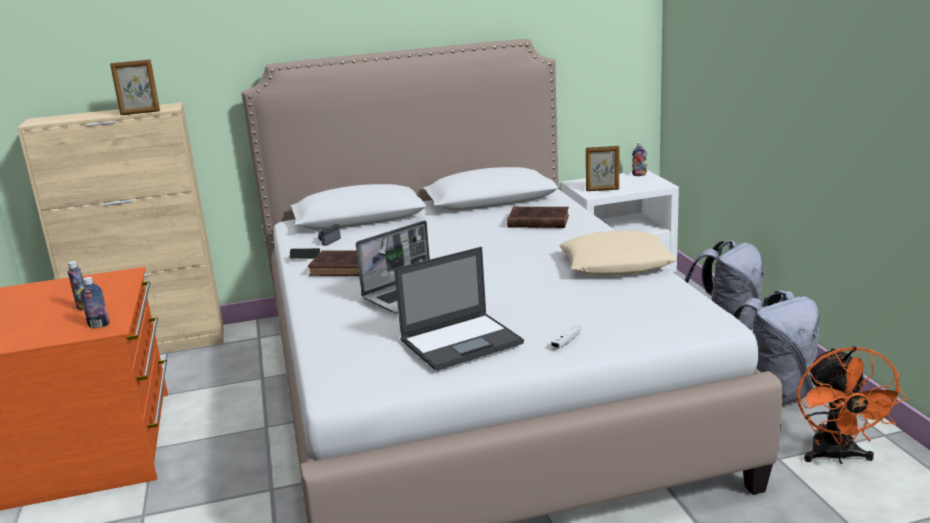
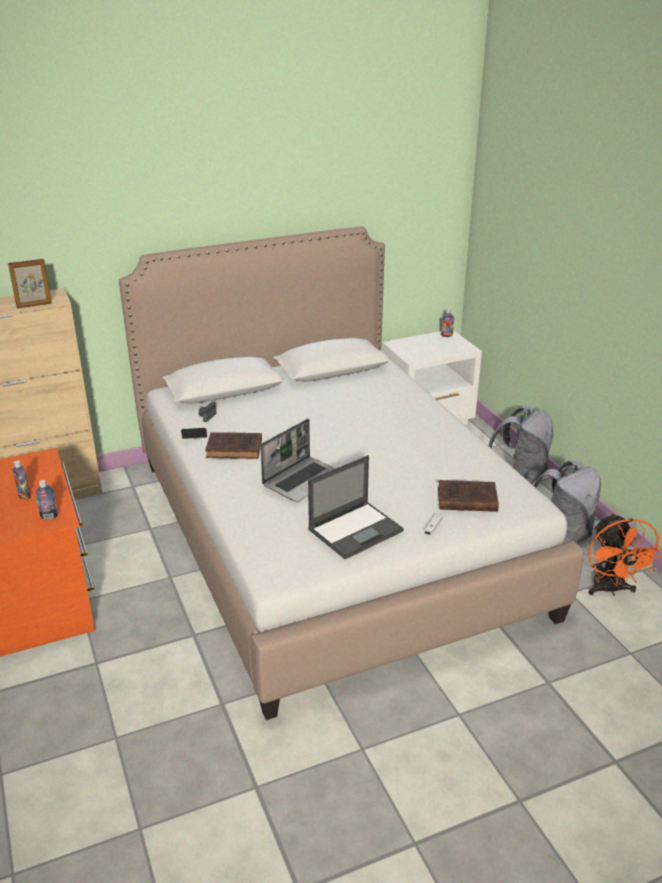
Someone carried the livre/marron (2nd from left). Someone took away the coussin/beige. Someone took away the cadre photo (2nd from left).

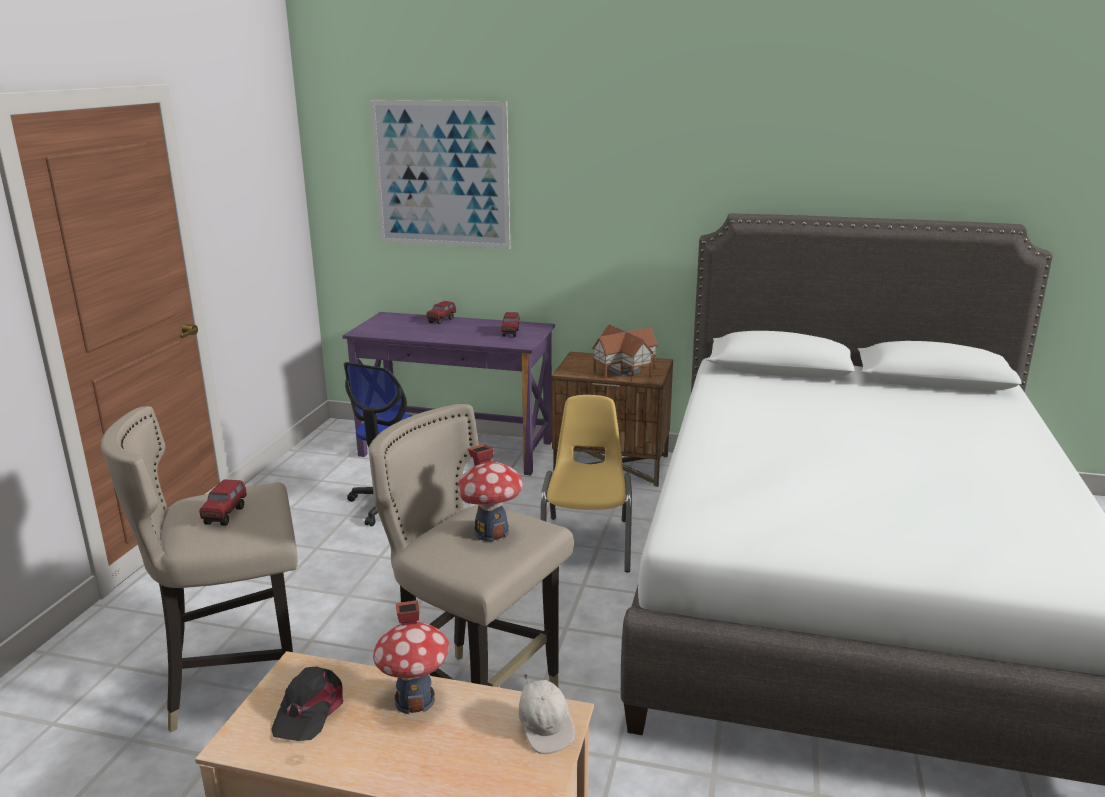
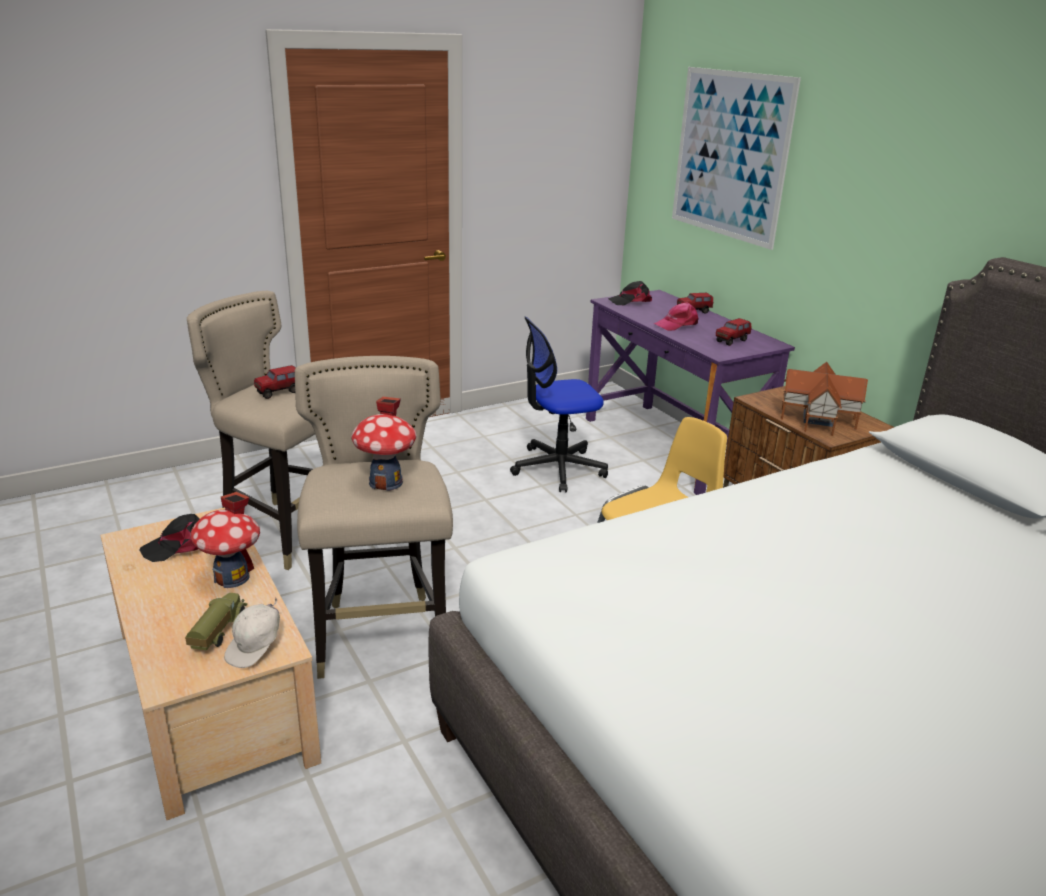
Someone put down the camion jouet (1st from left). Someone put down the casquette/noir (2nd from left). Someone put down the casquette/rose.

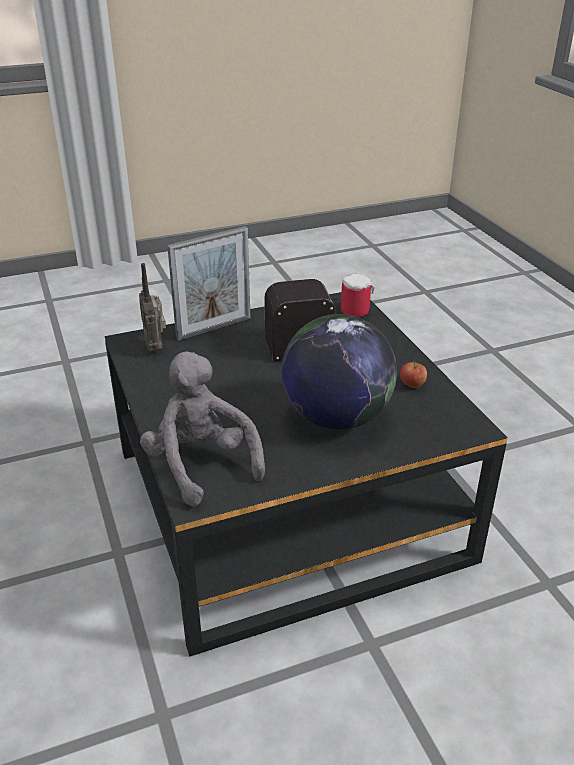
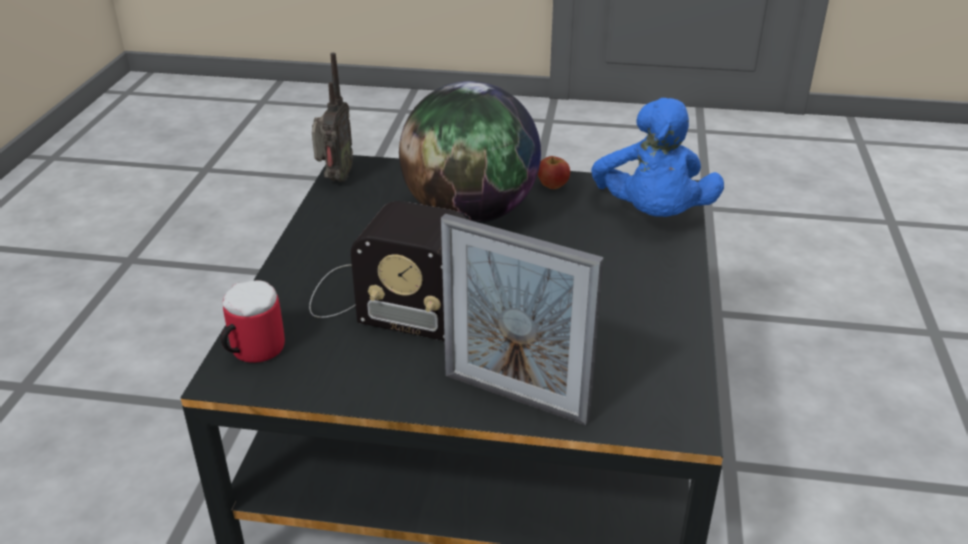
Someone carried the radio (1st from left). Someone repainted the peluche/gris, which became the peluche/bleu. Someone rotated the cadre photo by 150 degrees counterclockwise. Someone carried the pomme.

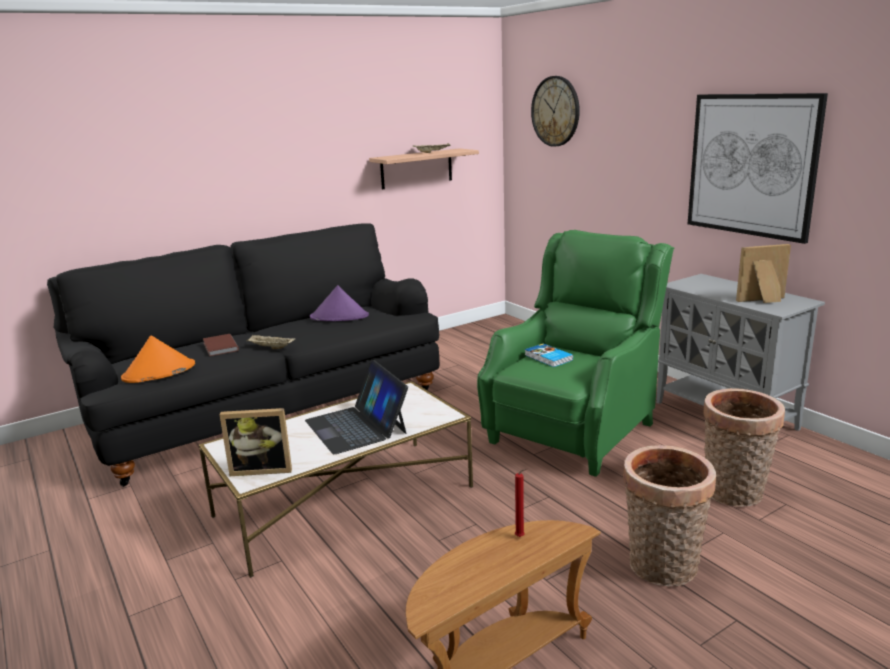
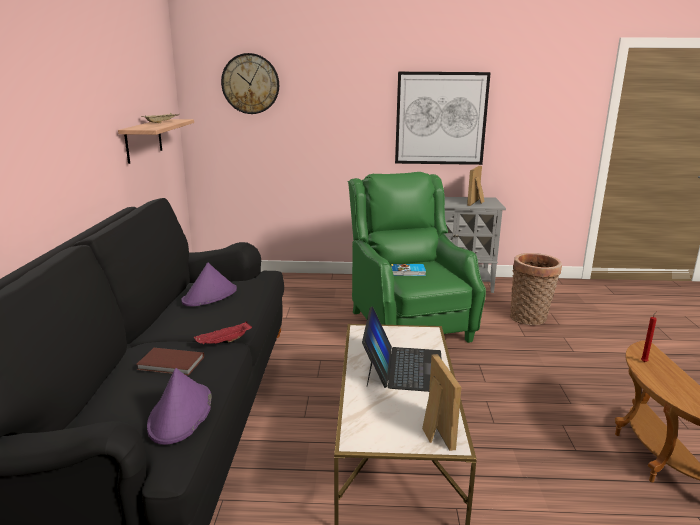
Someone repainted the chapeau/orange, which became the chapeau/violet (1st from left). Someone rotated the cadre photo (1st from left) by 45 degrees counterclockwise. Someone repainted the plateau/beige (1st from left), which became the plateau/rouge. Someone rotated the ordinateur portable by 90 degrees counterclockwise. Someone took away the panier (1st from left).

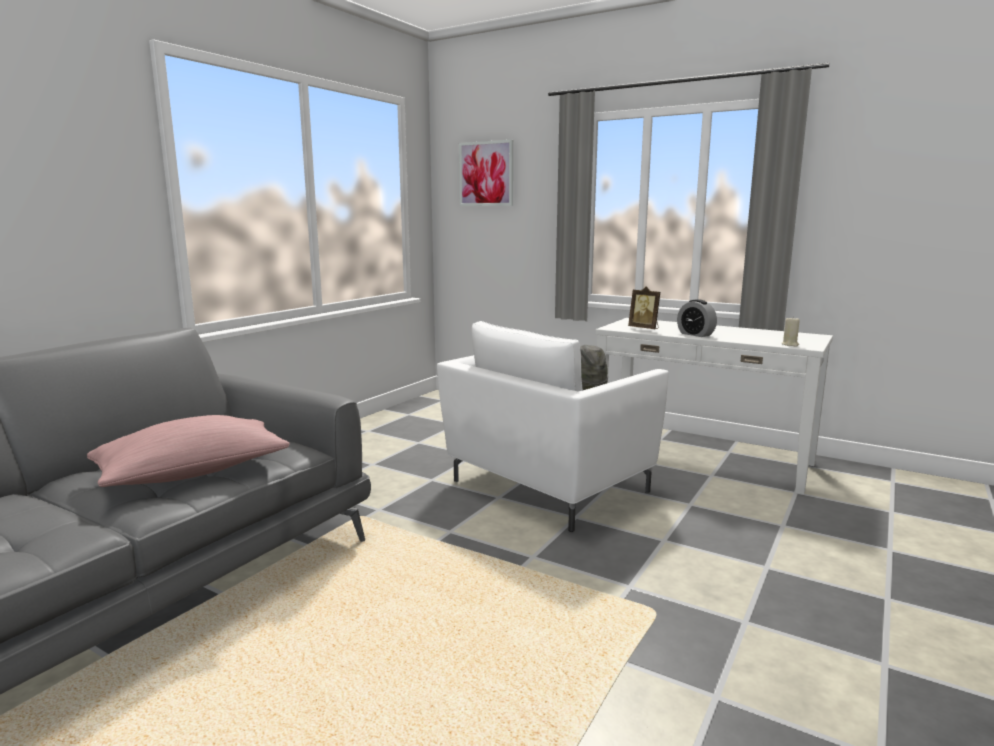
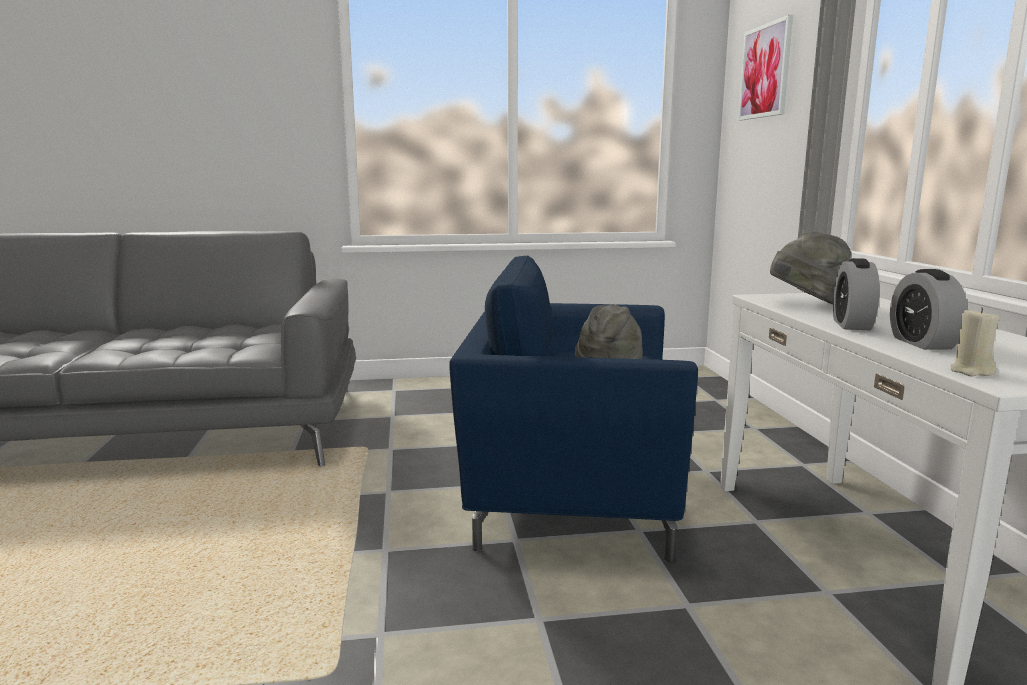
Someone took away the coussin/rose. Someone repainted the fauteuil/blanc, which became the fauteuil/bleu. Someone swapped the cadre photo for the chapeau/gris (2nd from left). Someone put down the réveil (2nd from left).

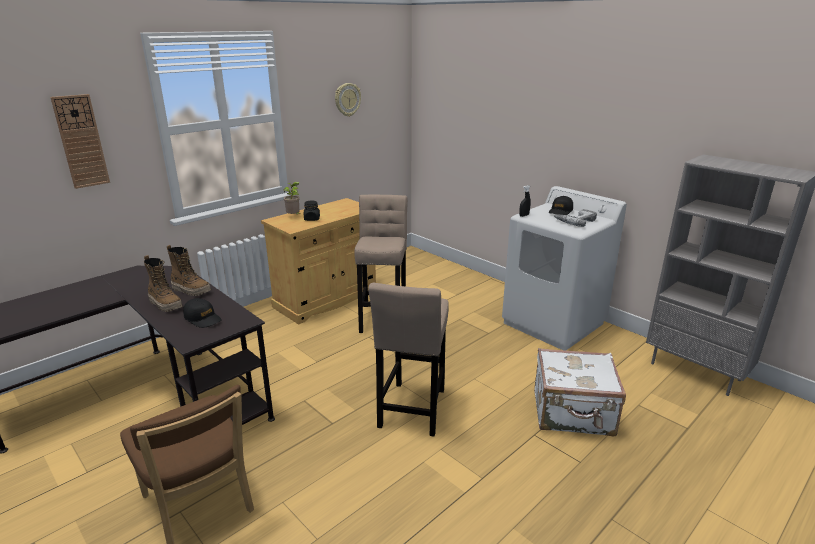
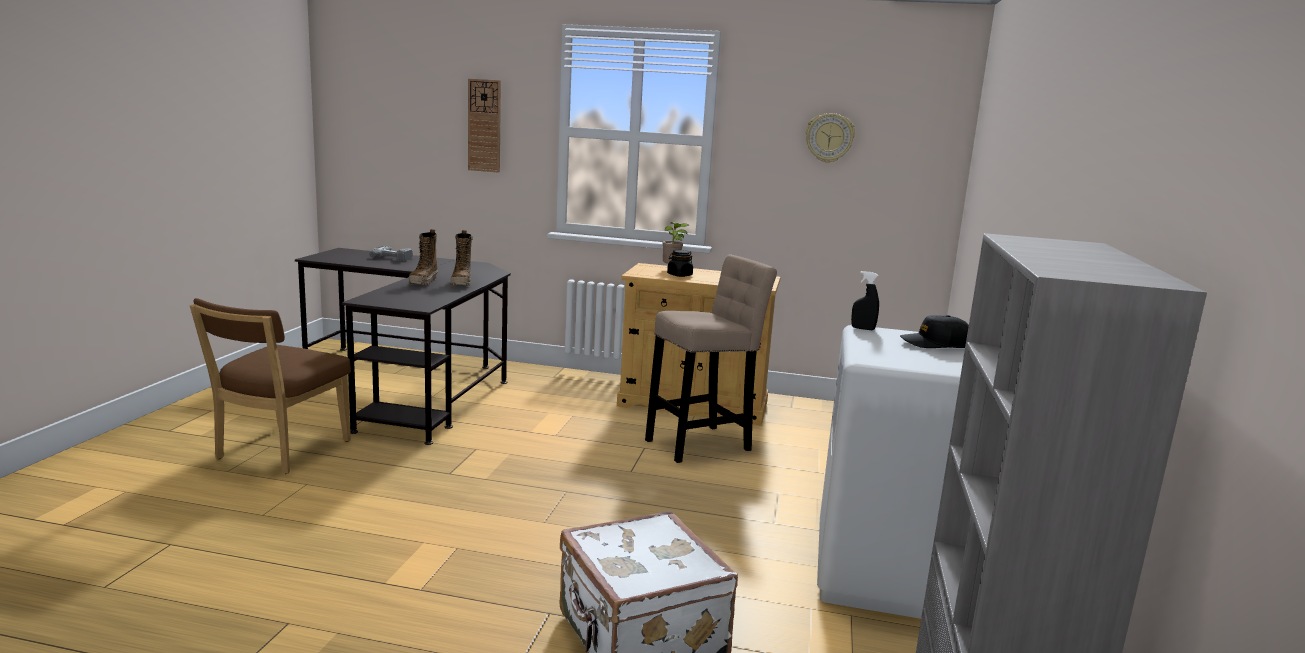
Someone took away the casquette/noir (1st from left). Someone took away the tabouret/beige (2nd from left). Someone carried the perceuse.

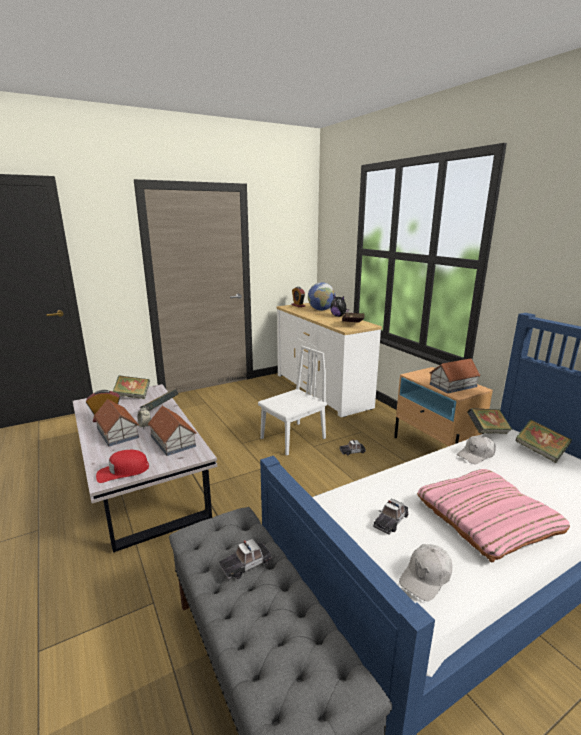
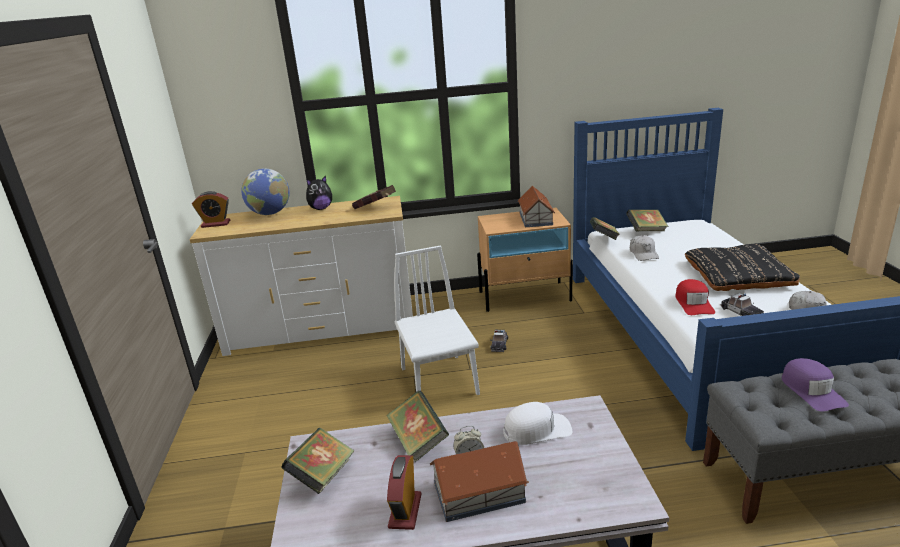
Someone carried the casquette/rouge. Someone swapped the maison miniature (2nd from left) for the casquette/blanc (1st from left). Someone swapped the petite voiture (1st from left) for the casquette/violet. Someone repainted the coussin/rose, which became the coussin/noir.

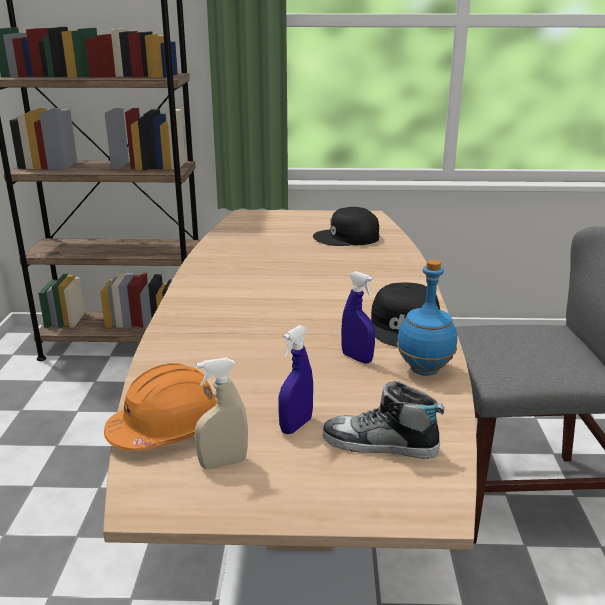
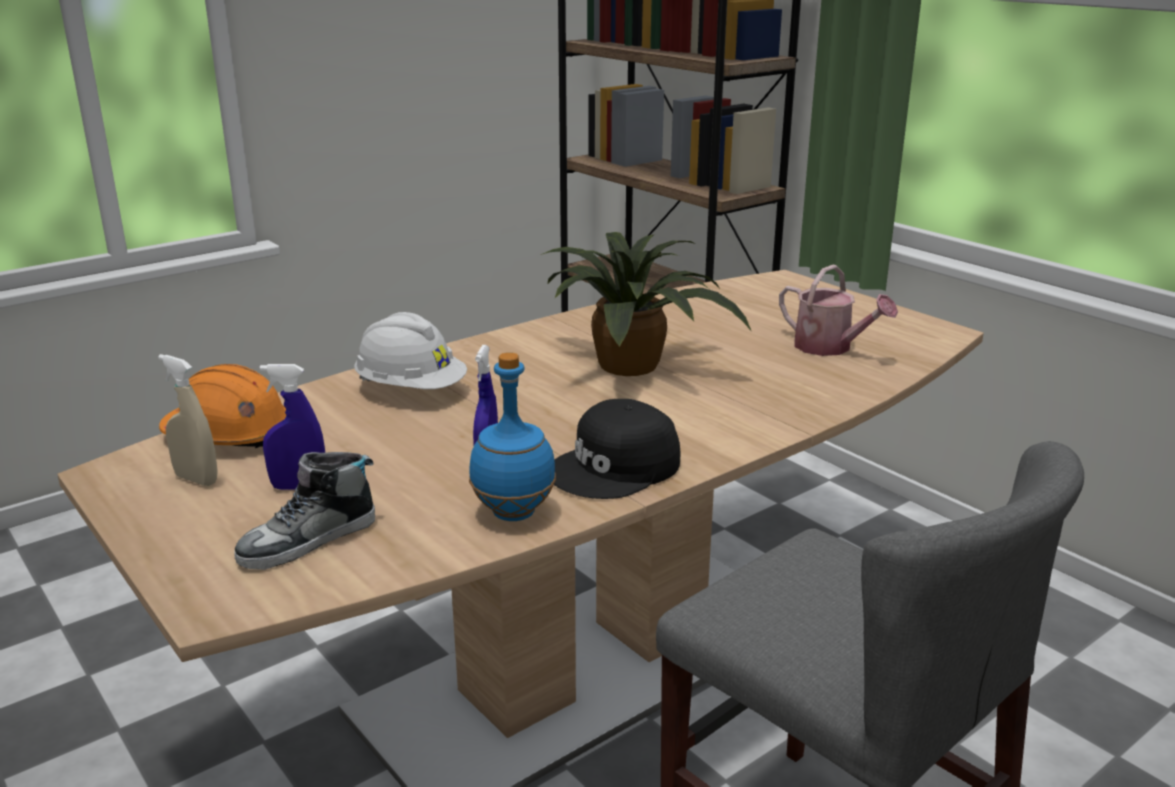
Someone swapped the casquette/noir (1st from left) for the arrosoir. Someone rotated the chaussure by 105 degrees counterclockwise. Someone put down the casque de chantier/blanc. Someone put down the plante en pot.

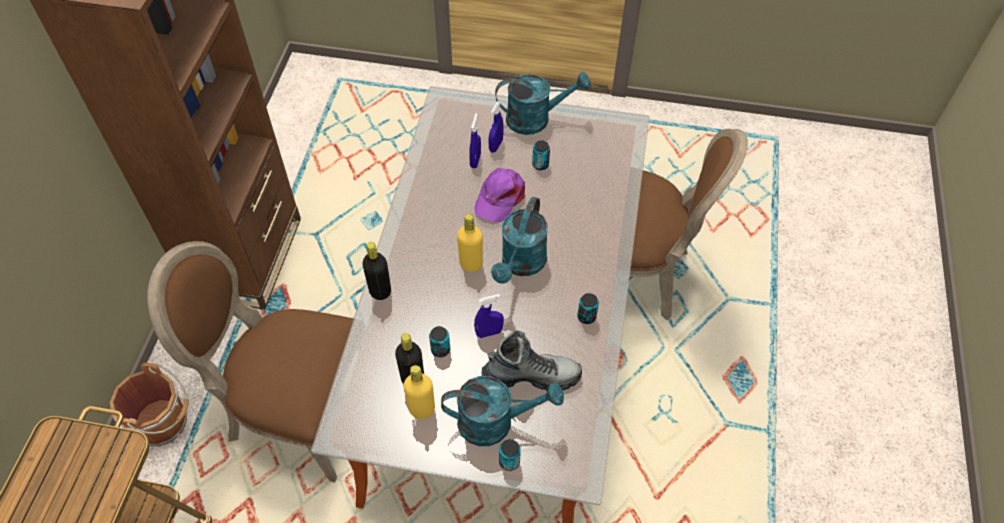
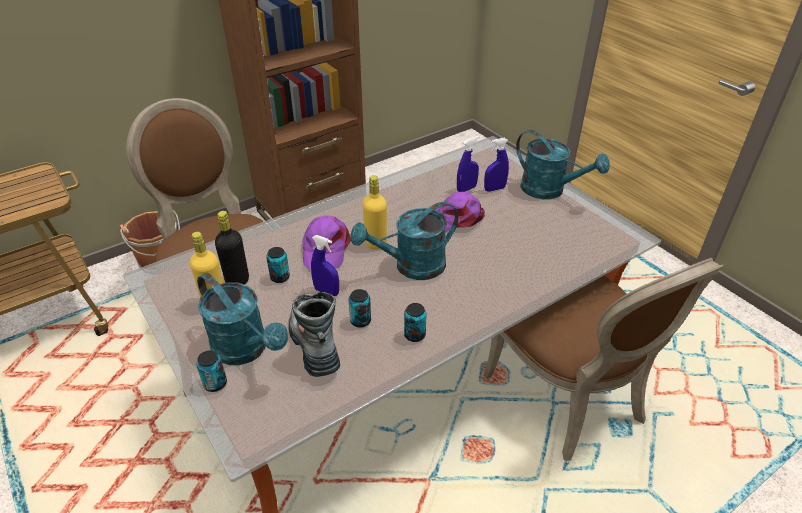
Someone took away the bouteille/noir (1st from left). Someone rotated the botte by 150 degrees counterclockwise. Someone carried the boîte métallique (3rd from left). Someone put down the casquette/violet (1st from left).

